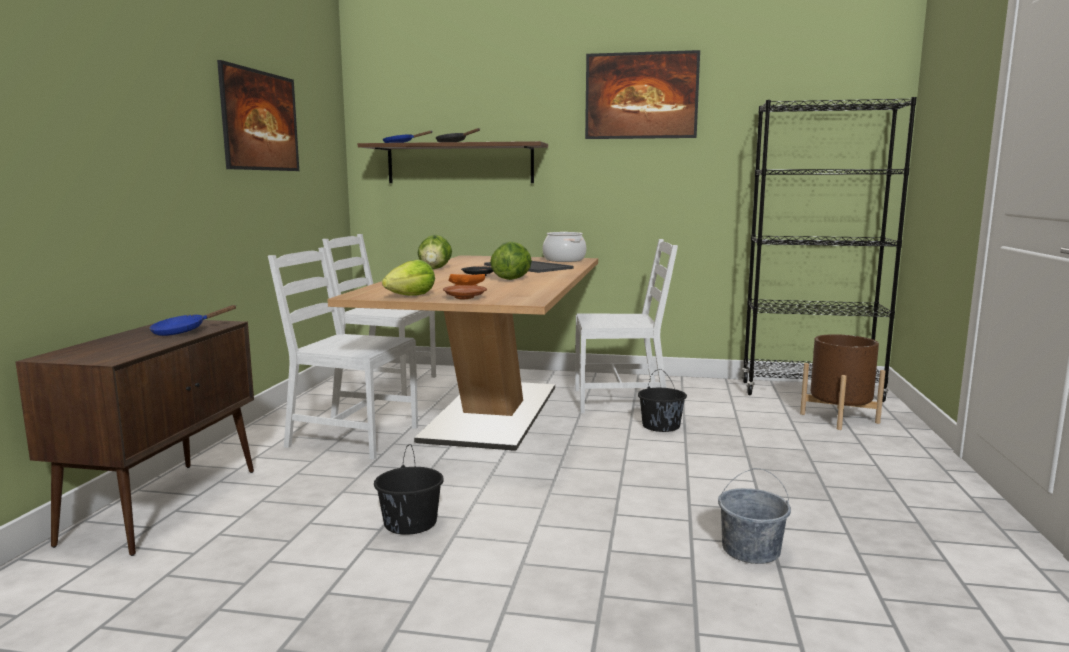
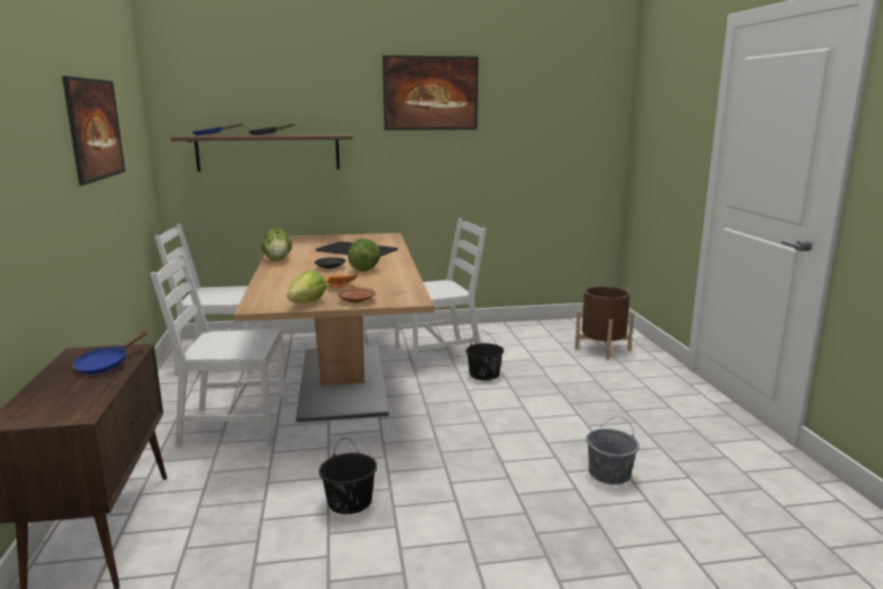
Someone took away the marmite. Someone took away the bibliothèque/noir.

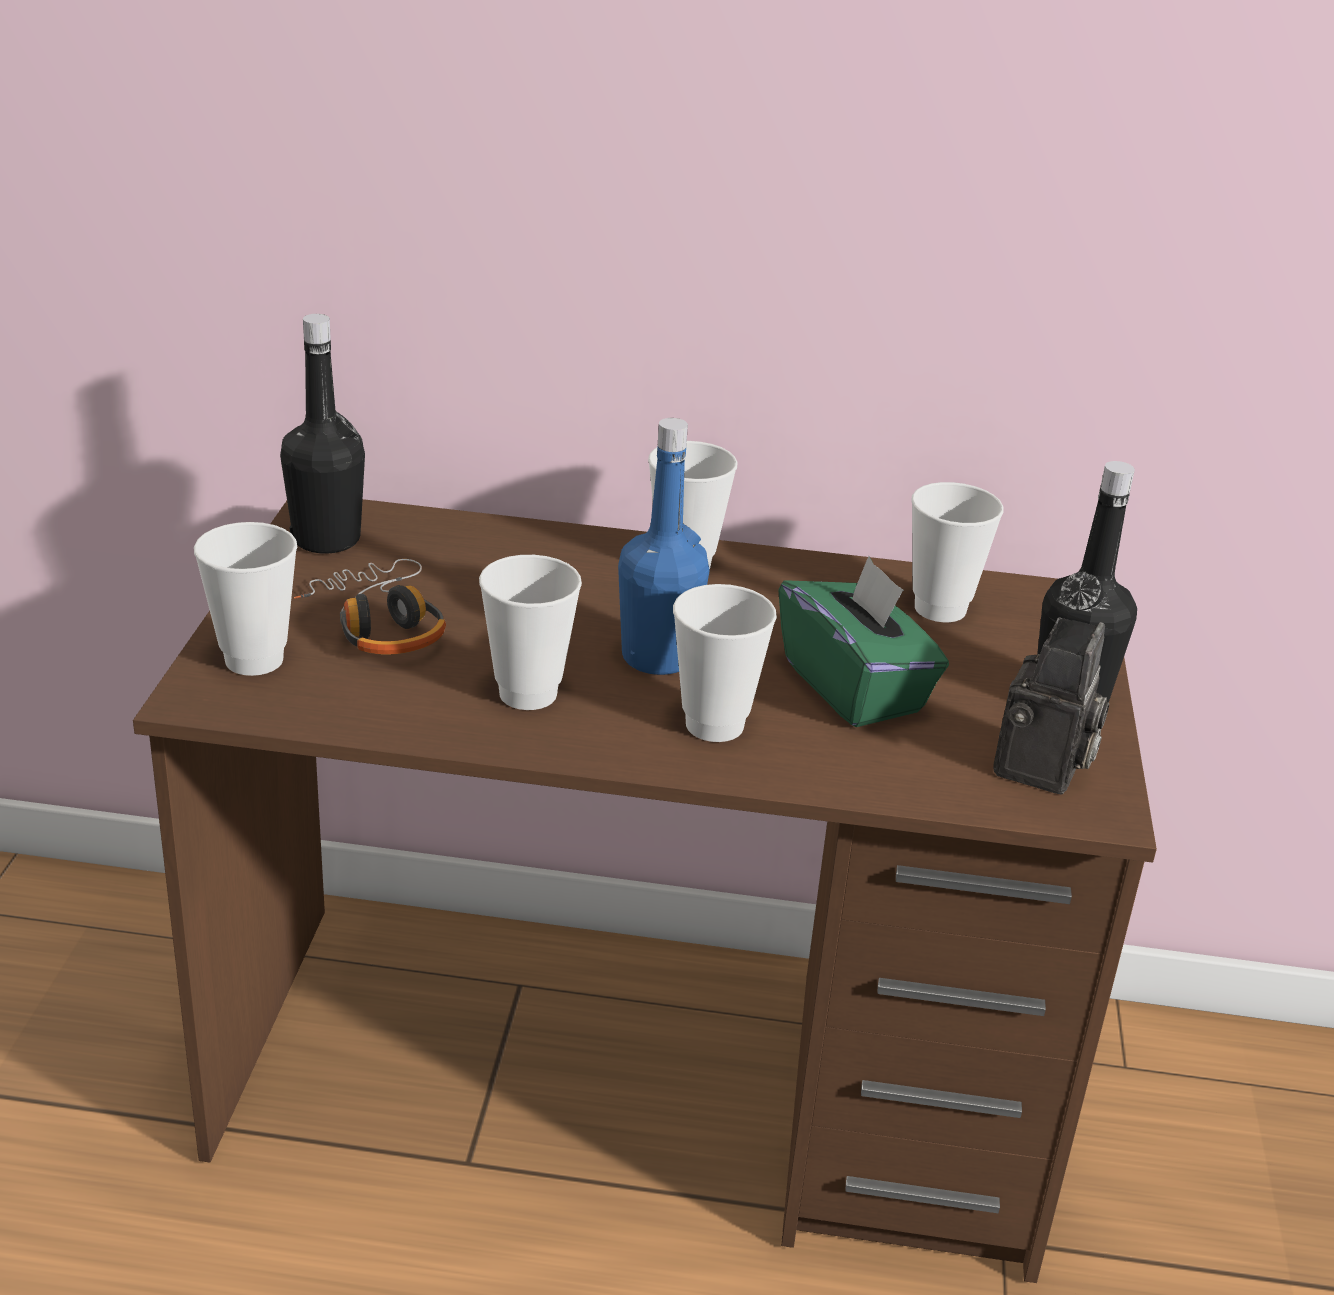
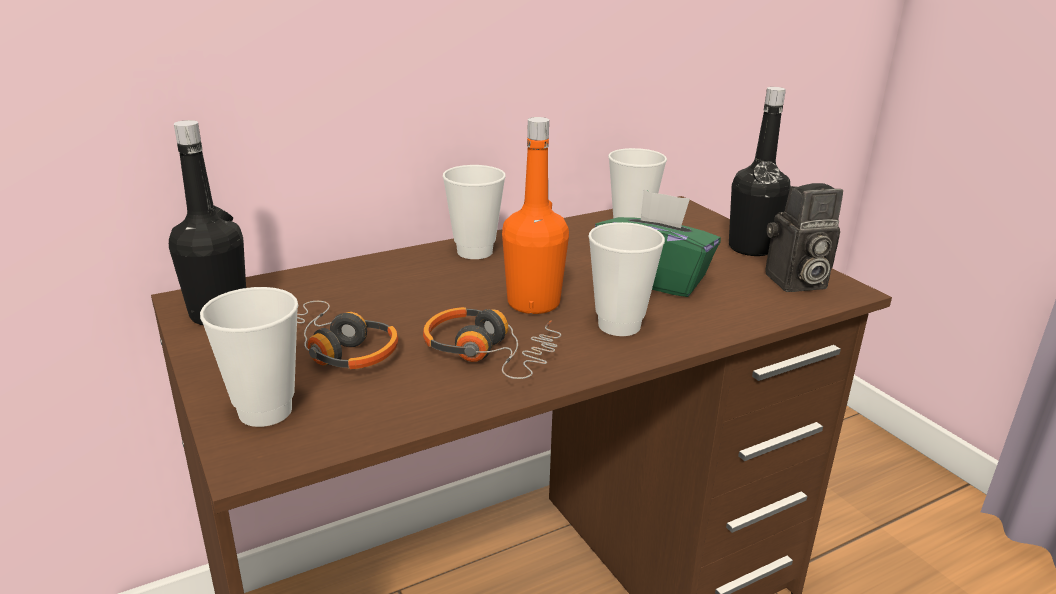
Someone swapped the tasse (2nd from left) for the casque audio (2nd from left). Someone repainted the bouteille/bleu, which became the bouteille/orange. Someone rotated the appareil photo by 90 degrees clockwise.

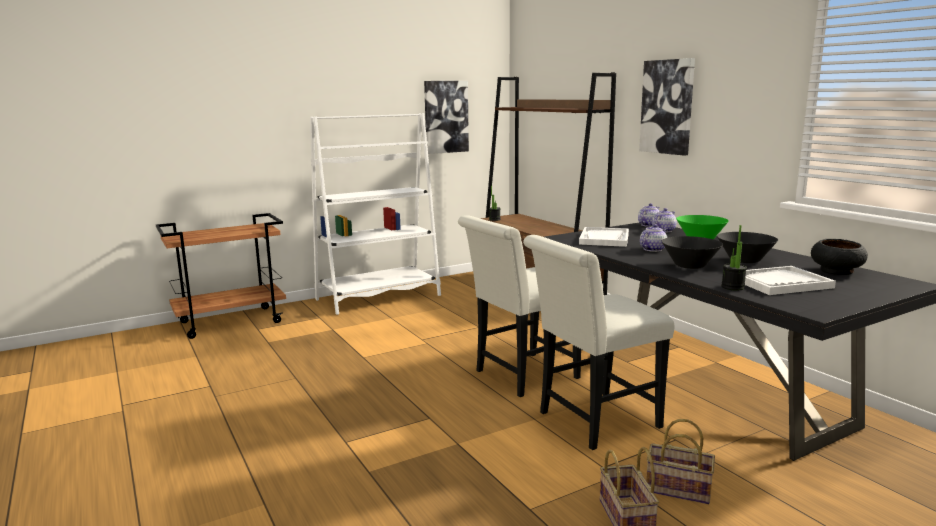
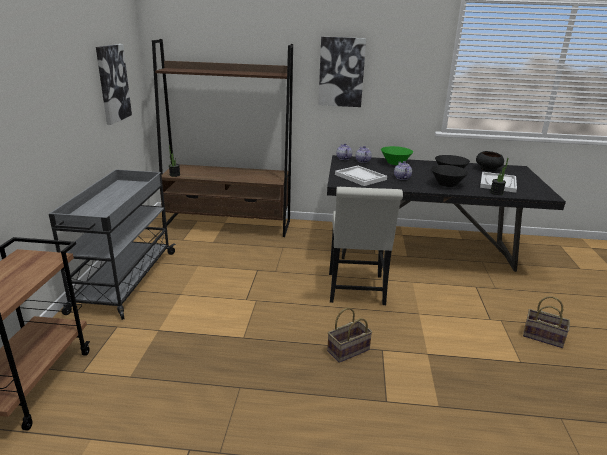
Someone swapped the bibliothèque/blanc for the chariot/gris. Someone took away the chaise/blanc (2nd from left). Someone carried the panier (2nd from left in the first image).

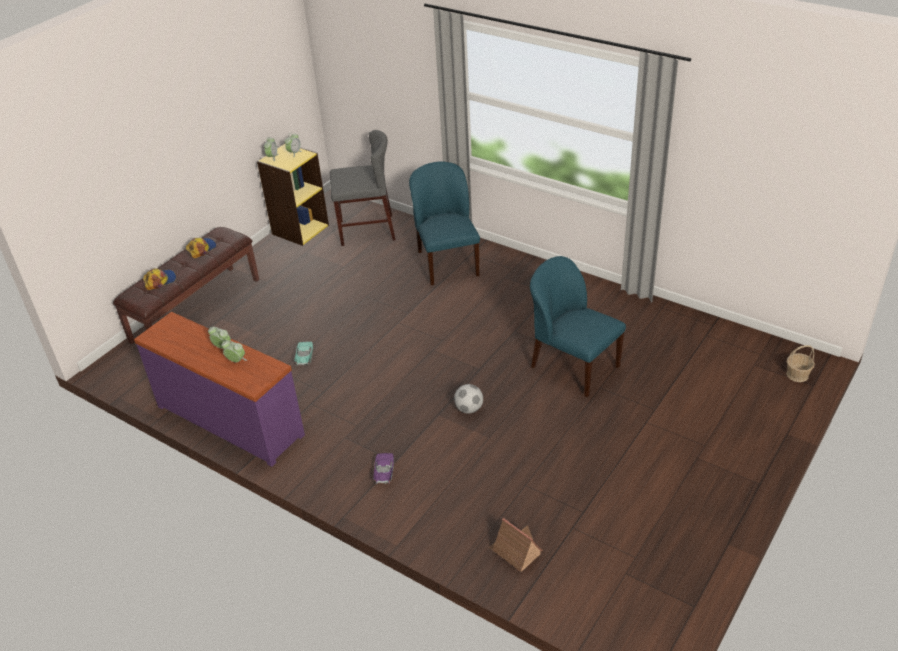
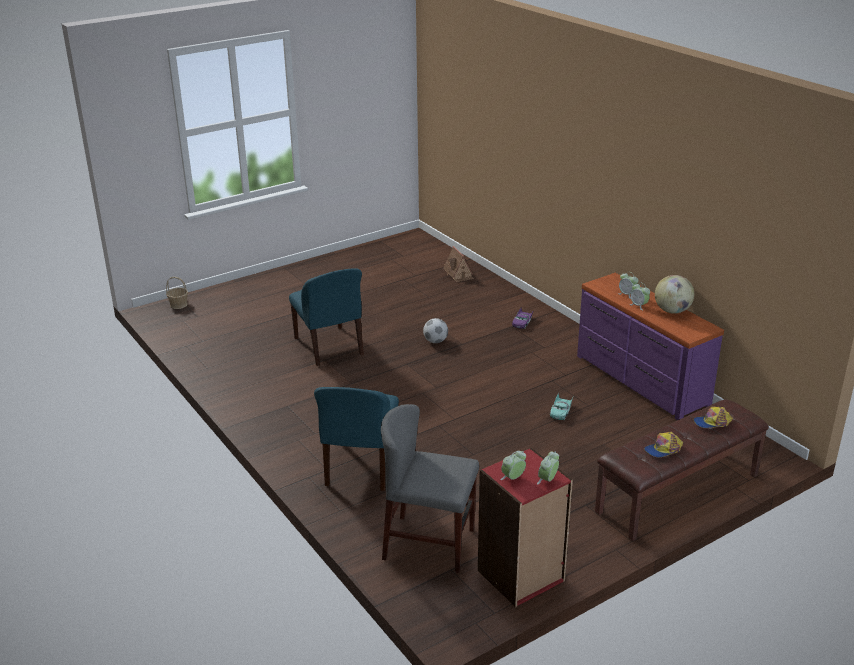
Someone repainted the bibliothèque/jaune, which became the bibliothèque/rouge. Someone put down the globe.

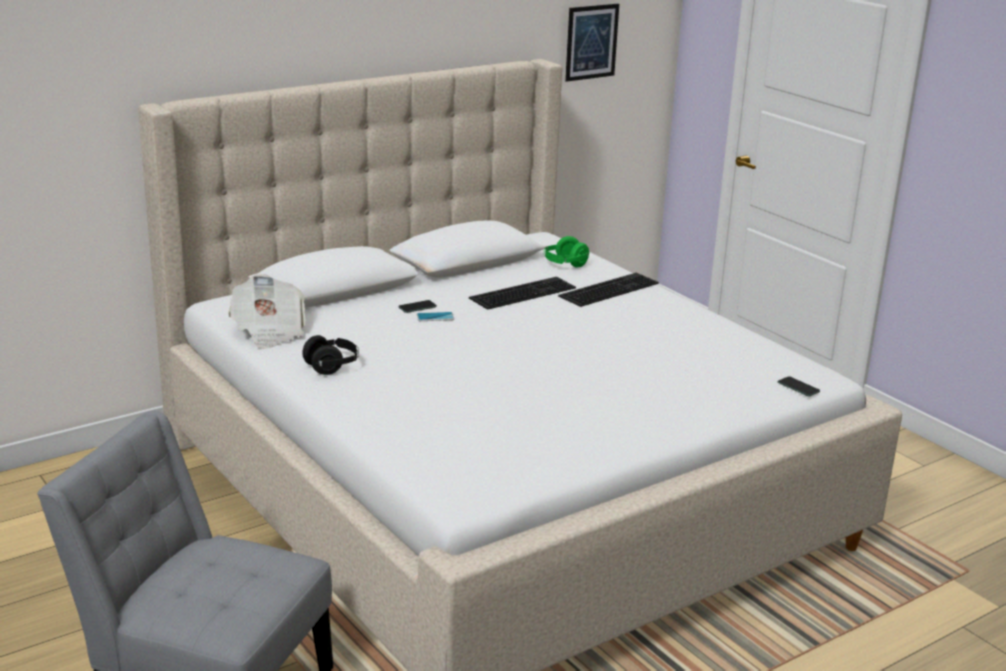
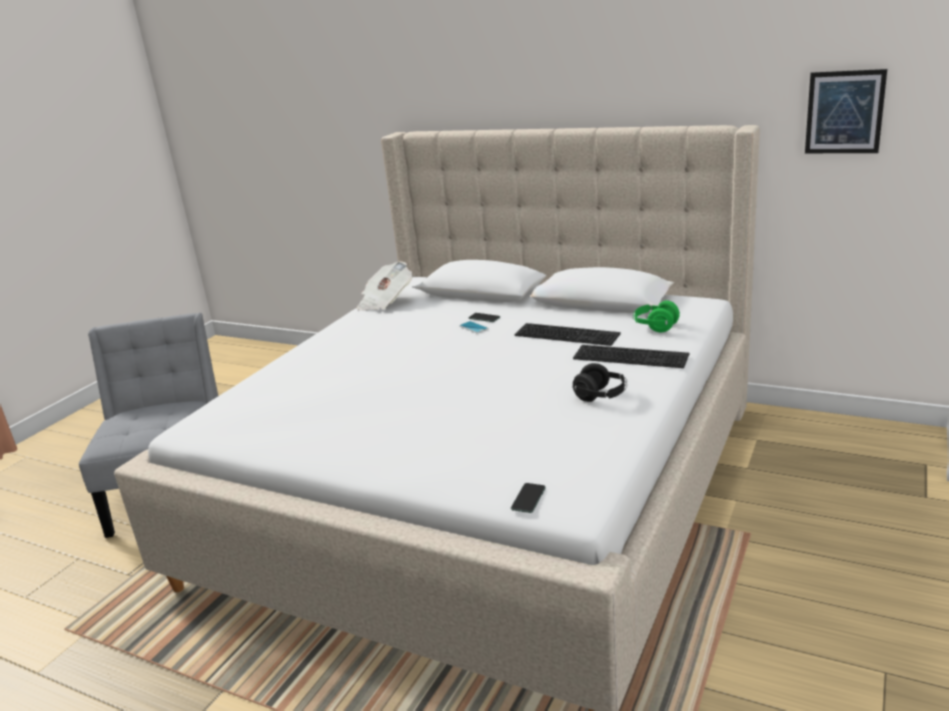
Someone carried the casque audio/noir.

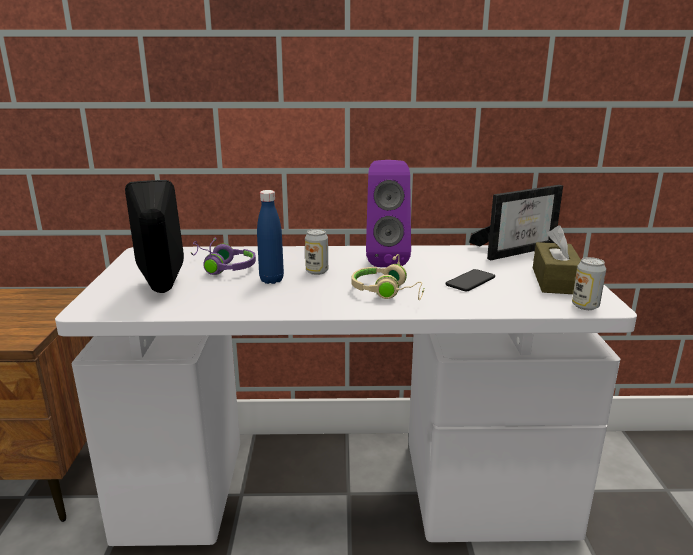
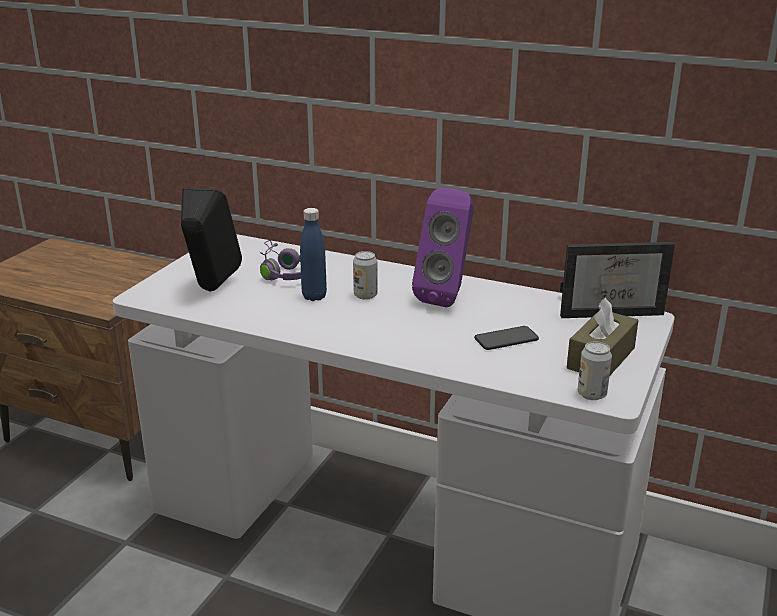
Someone took away the casque audio/beige.

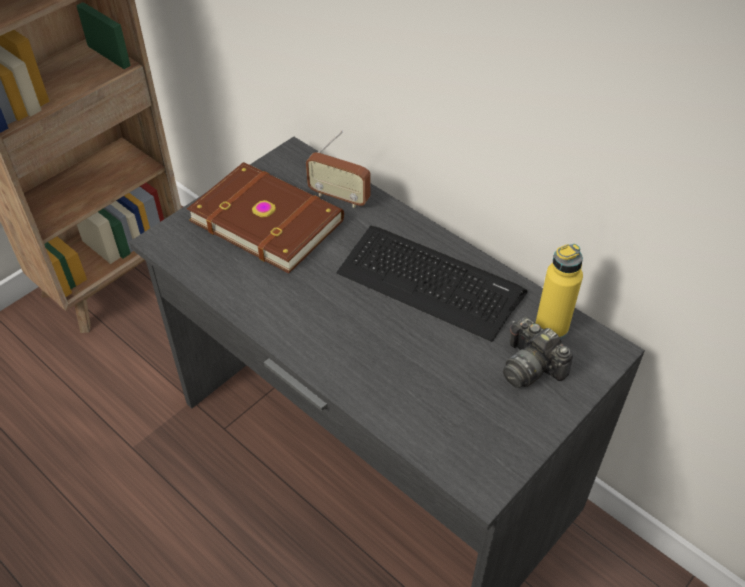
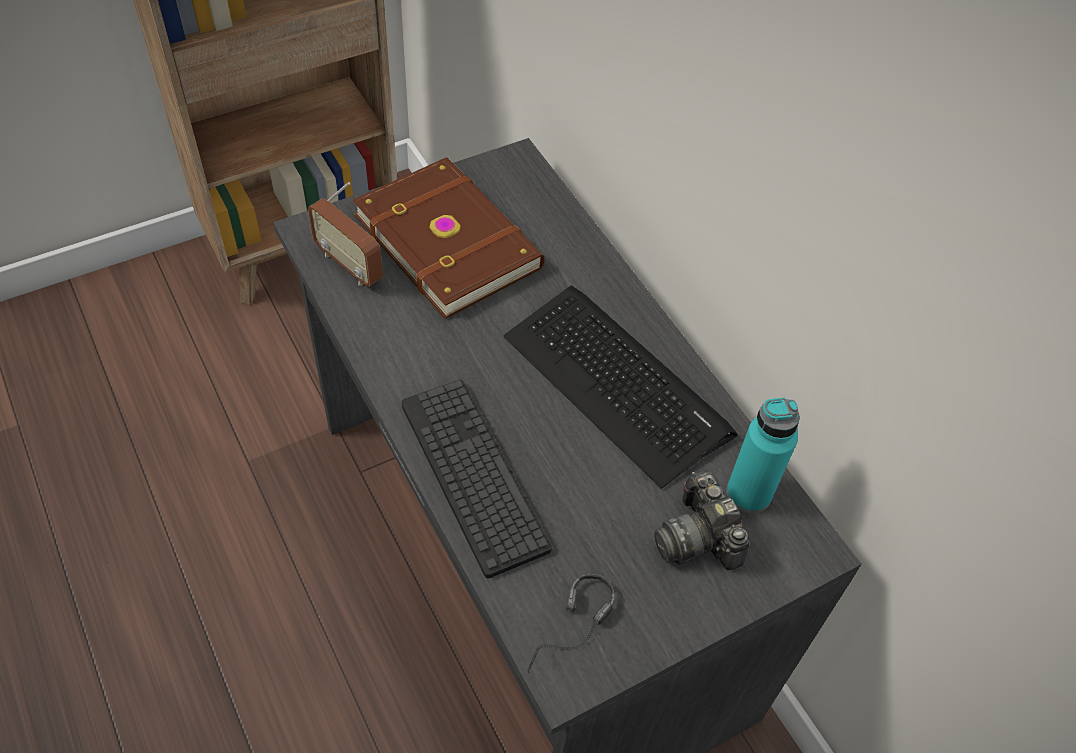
Someone carried the radio. Someone repainted the bouteille/jaune, which became the bouteille/turquoise. Someone put down the clavier (1st from left). Someone put down the casque audio.

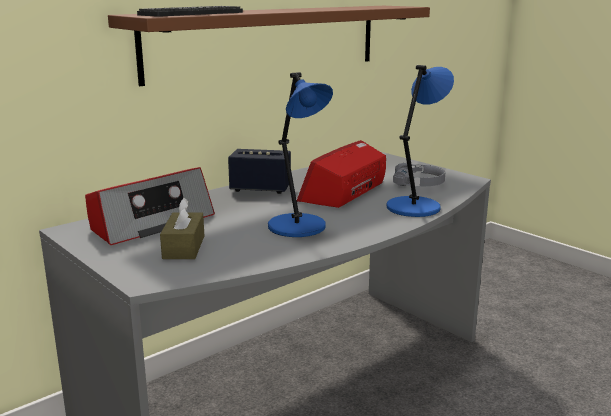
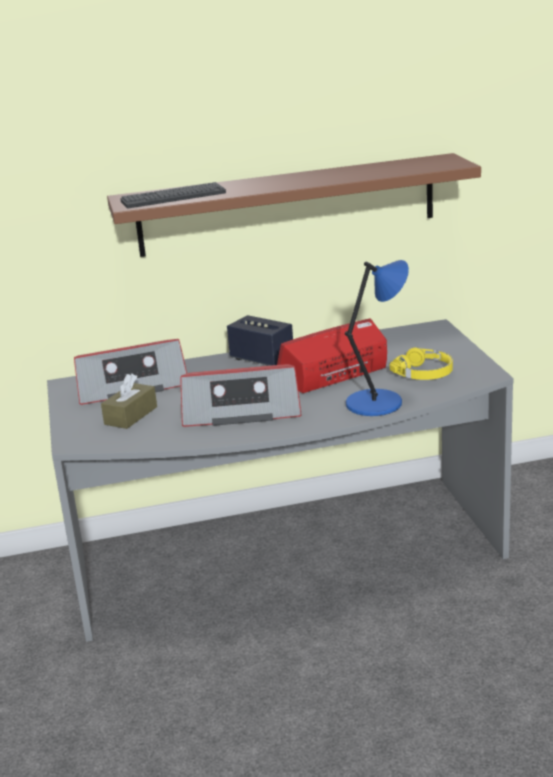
Someone swapped the lampe de table/bleu (1st from left) for the radio (2nd from left). Someone repainted the casque audio/gris, which became the casque audio/jaune.

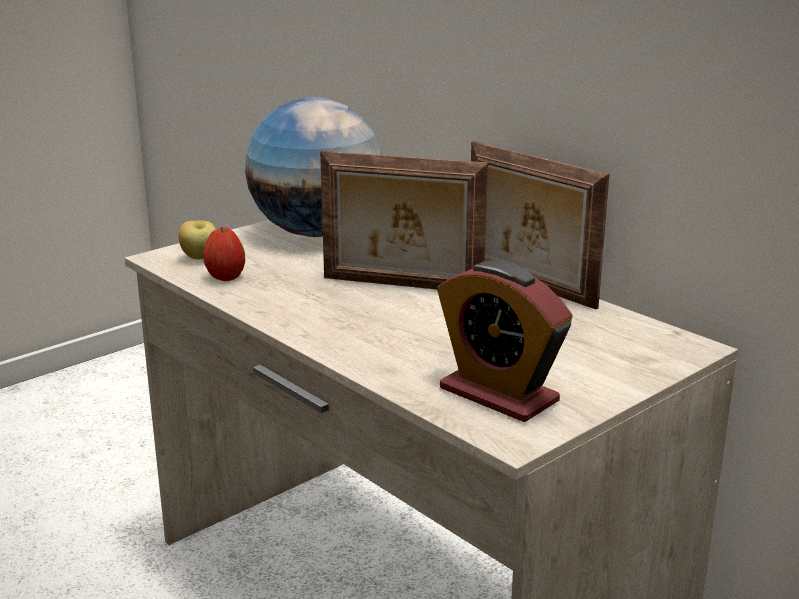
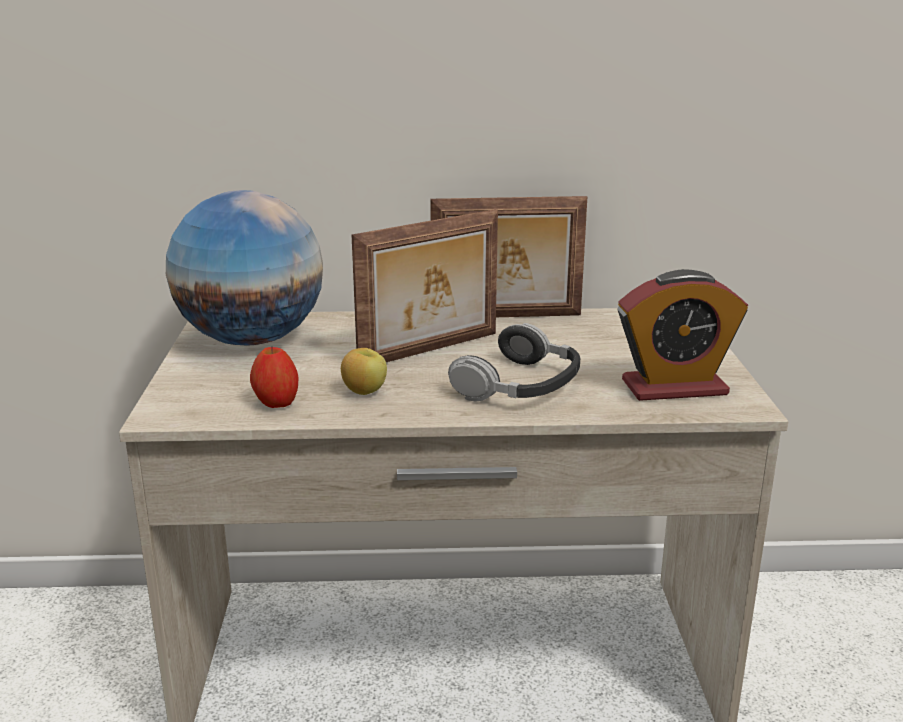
Someone carried the pomme (1st from left in the first image). Someone put down the casque audio.

